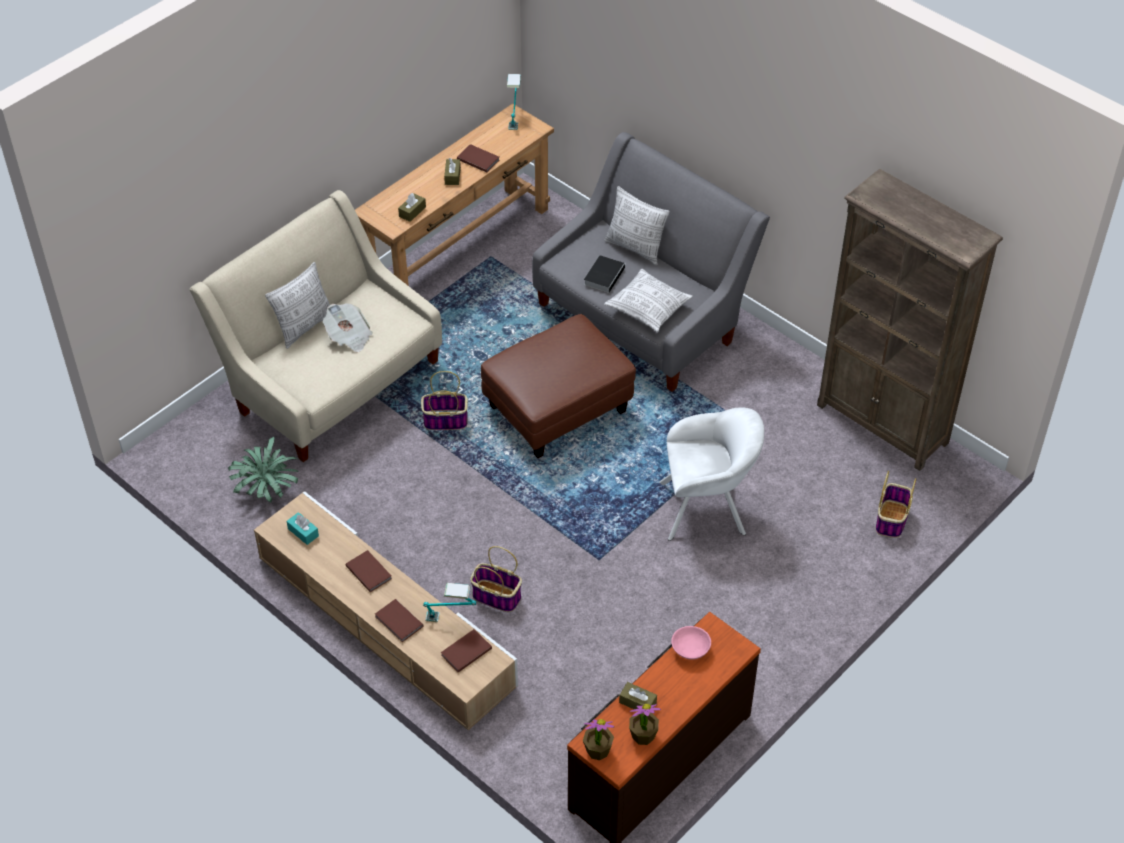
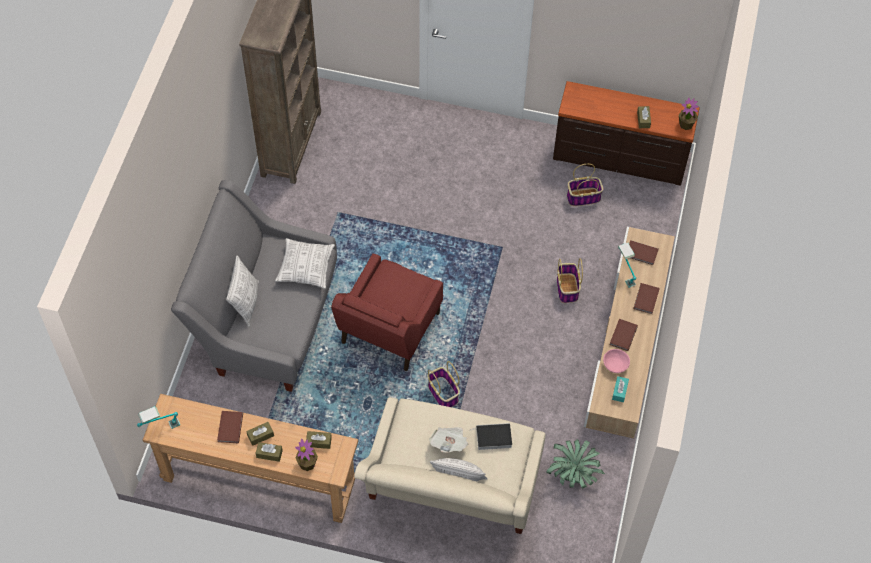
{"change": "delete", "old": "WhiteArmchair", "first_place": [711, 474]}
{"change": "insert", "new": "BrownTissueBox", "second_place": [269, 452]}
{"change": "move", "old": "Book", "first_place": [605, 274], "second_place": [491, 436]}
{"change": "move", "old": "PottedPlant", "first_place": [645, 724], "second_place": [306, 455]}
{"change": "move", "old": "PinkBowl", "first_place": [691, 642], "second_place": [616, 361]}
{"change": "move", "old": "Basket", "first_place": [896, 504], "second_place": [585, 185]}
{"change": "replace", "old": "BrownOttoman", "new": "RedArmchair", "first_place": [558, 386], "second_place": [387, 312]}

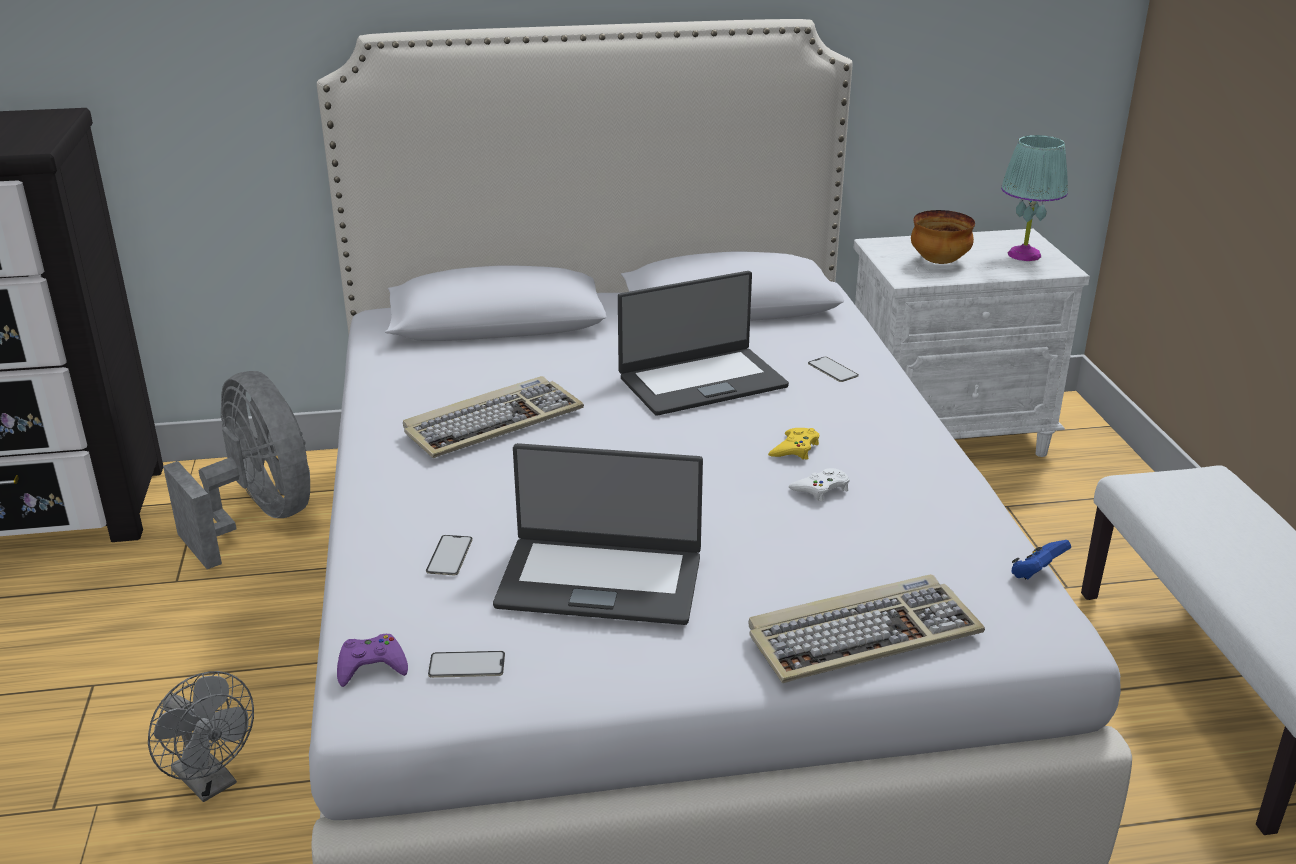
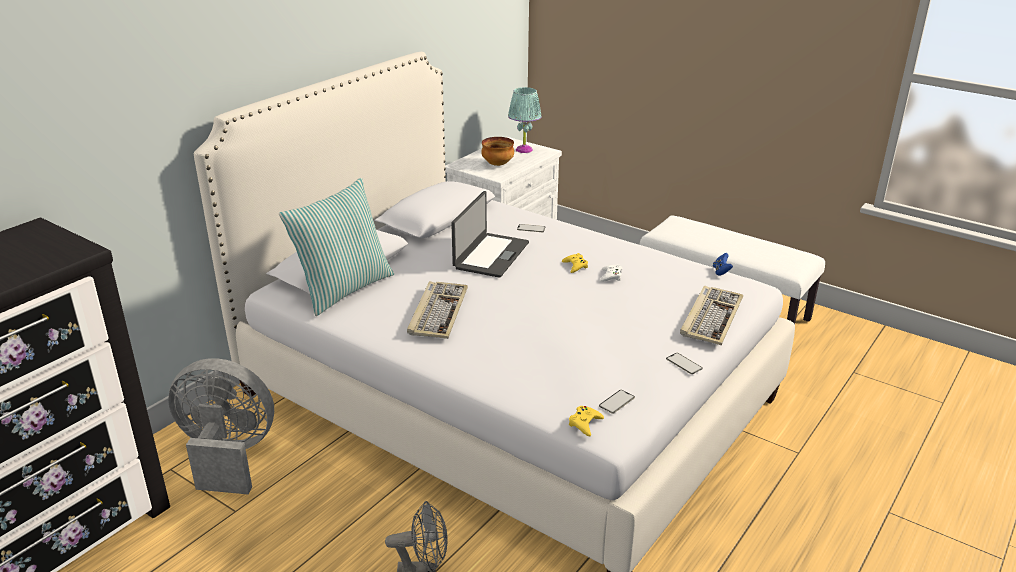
{"change": "delete", "old": "Laptop", "first_place": [598, 534]}
{"change": "insert", "new": "Pillow", "second_place": [336, 247]}
{"change": "move", "old": "Phone", "first_place": [449, 555], "second_place": [684, 363]}
{"change": "recolor", "old": "PurpleGameController", "new": "YellowGameController", "first_place": [372, 660], "second_place": [586, 421]}

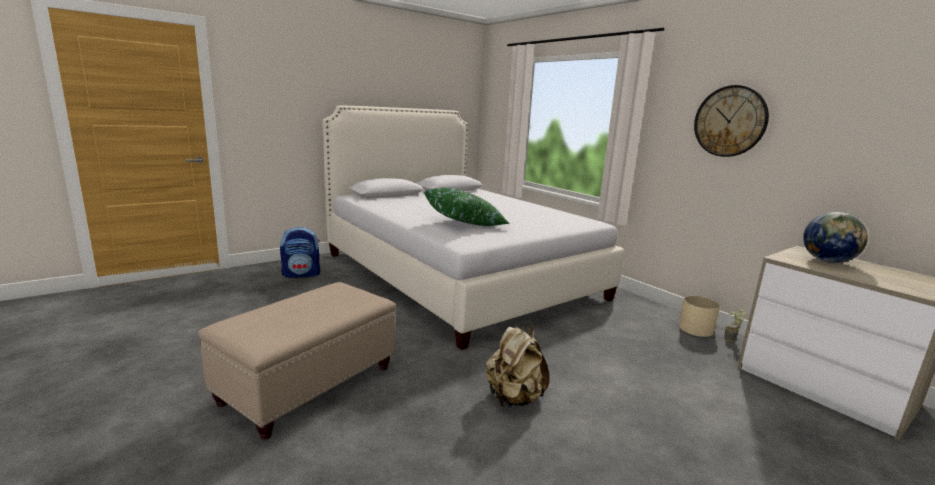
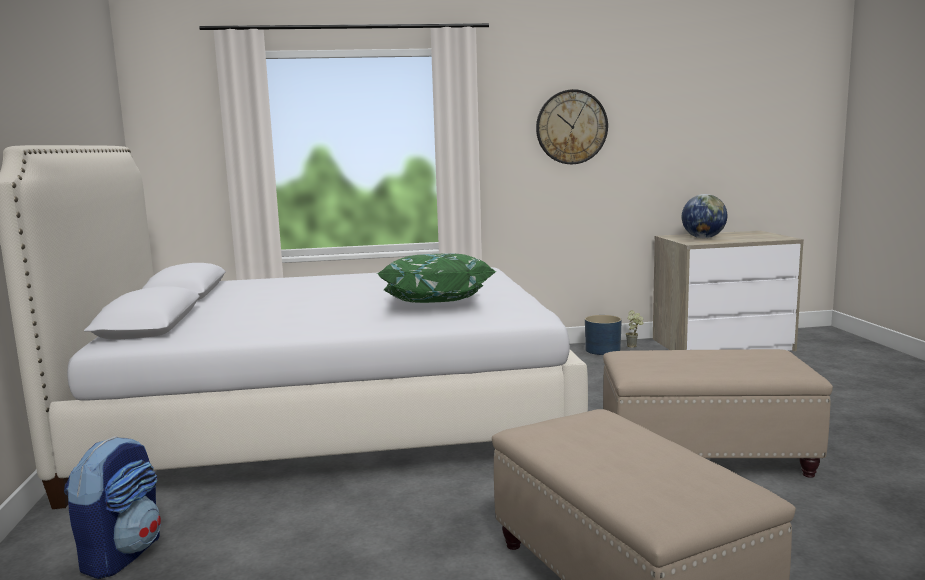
{"change": "replace", "old": "BeigeBackpack", "new": "BeigeOttoman", "first_place": [517, 365], "second_place": [718, 413]}
{"change": "recolor", "old": "BeigePlanter", "new": "BluePlanter", "first_place": [699, 316], "second_place": [603, 335]}

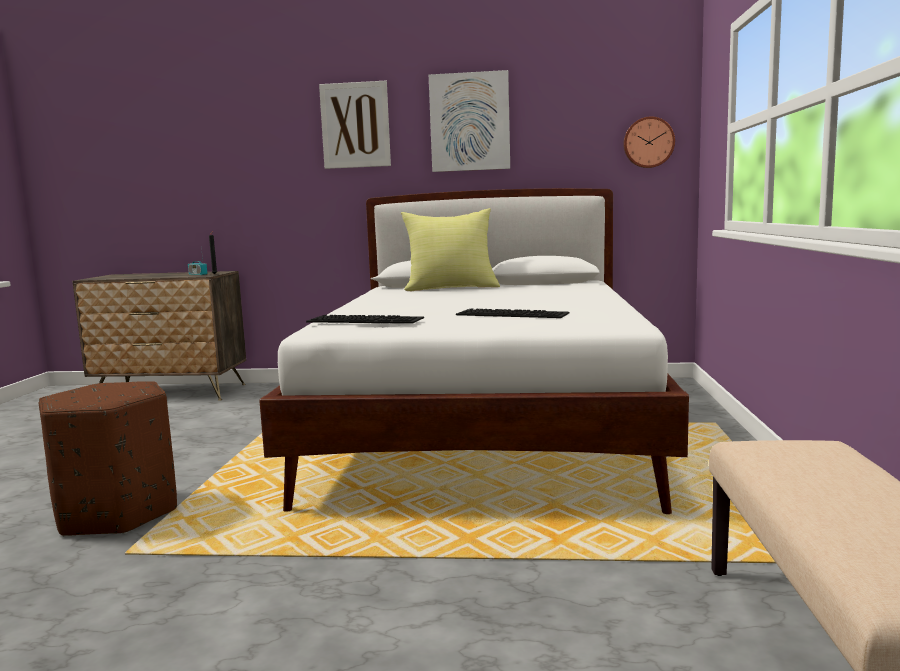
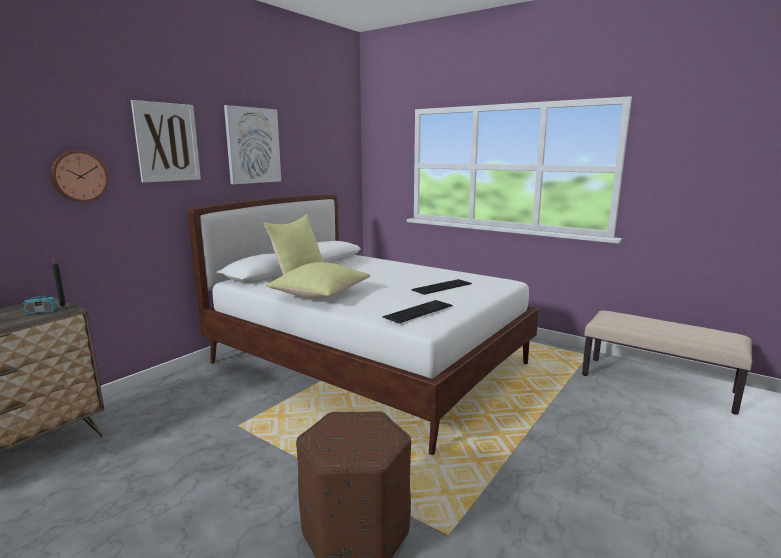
{"change": "insert", "new": "YellowPillow", "second_place": [317, 280]}
{"change": "move", "old": "WallClock", "first_place": [649, 142], "second_place": [79, 176]}

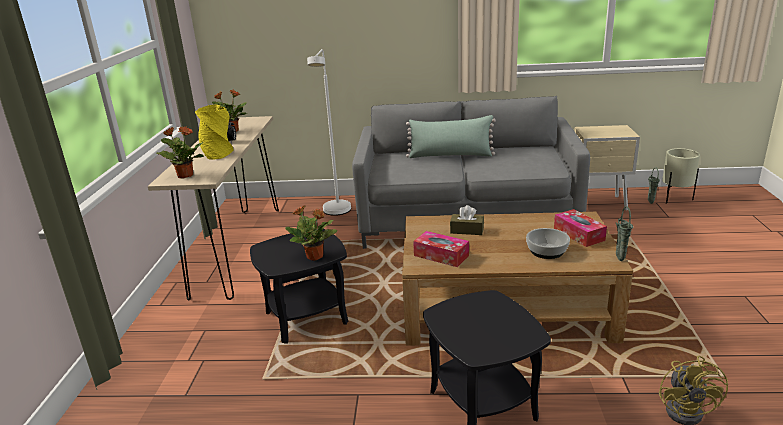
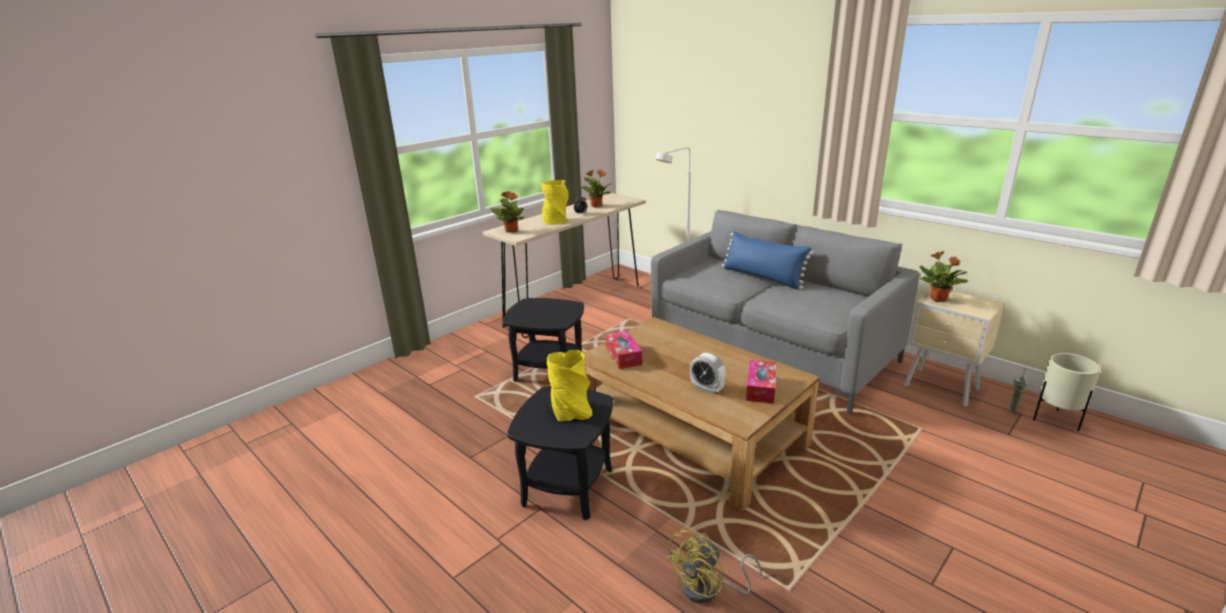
{"change": "delete", "old": "BrownTissueBox", "first_place": [467, 220]}
{"change": "delete", "old": "GreenVase", "first_place": [624, 233]}
{"change": "insert", "new": "YellowVase", "second_place": [569, 385]}
{"change": "move", "old": "PottedPlant", "first_place": [311, 233], "second_place": [943, 276]}
{"change": "replace", "old": "Bowl", "new": "AlarmClock", "first_place": [548, 243], "second_place": [708, 373]}
{"change": "recolor", "old": "GreenPillow", "new": "BluePillow", "first_place": [451, 136], "second_place": [768, 260]}

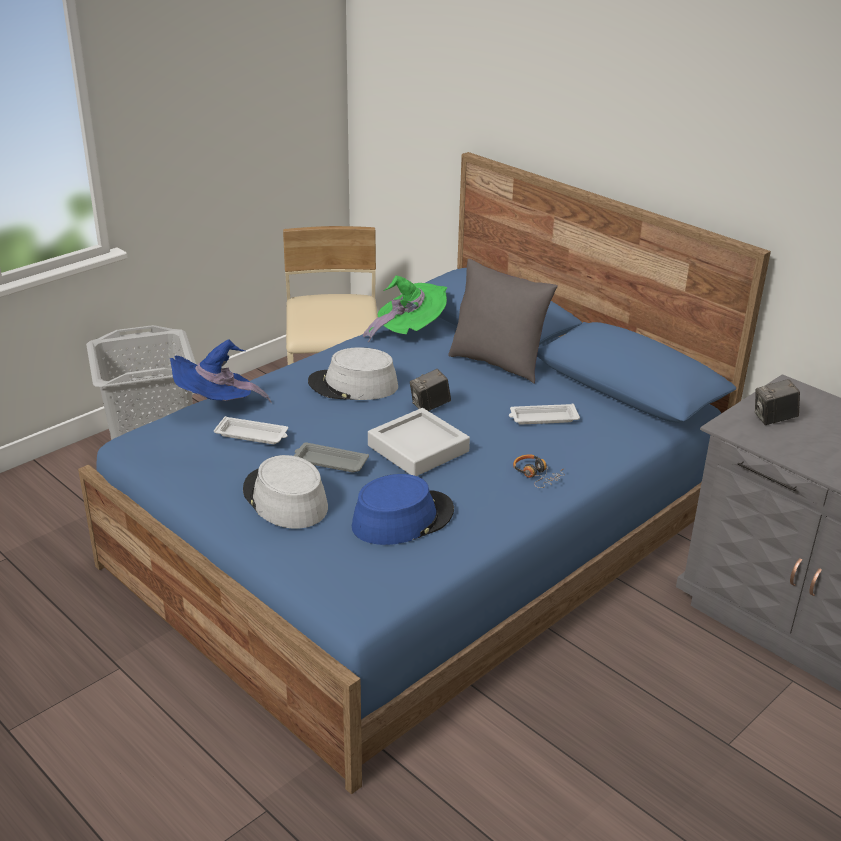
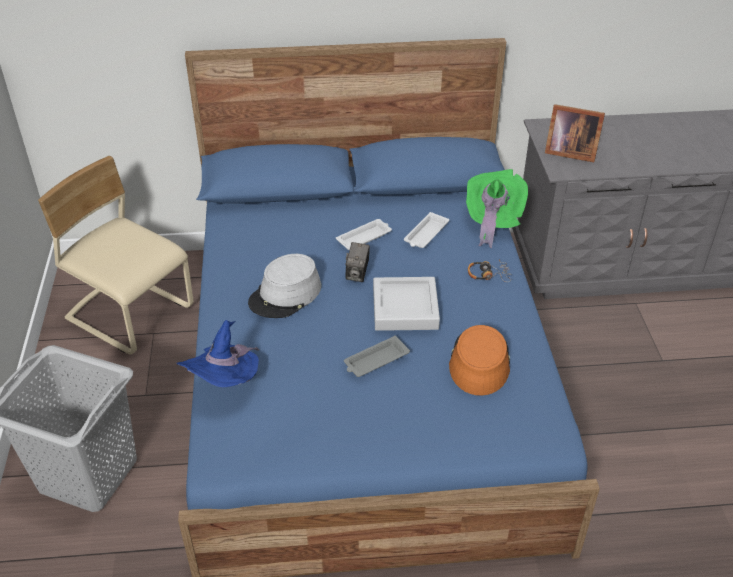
{"change": "delete", "old": "GreyHat", "first_place": [285, 492]}
{"change": "delete", "old": "GreyPillow", "first_place": [503, 321]}
{"change": "move", "old": "WhiteTray", "first_place": [251, 430], "second_place": [364, 234]}
{"change": "move", "old": "GreenHat", "first_place": [405, 309], "second_place": [497, 208]}
{"change": "replace", "old": "PhotoCamera", "new": "PictureFrame", "first_place": [777, 402], "second_place": [575, 133]}
{"change": "recolor", "old": "BlueHat", "new": "OrangeHat", "first_place": [403, 509], "second_place": [479, 360]}

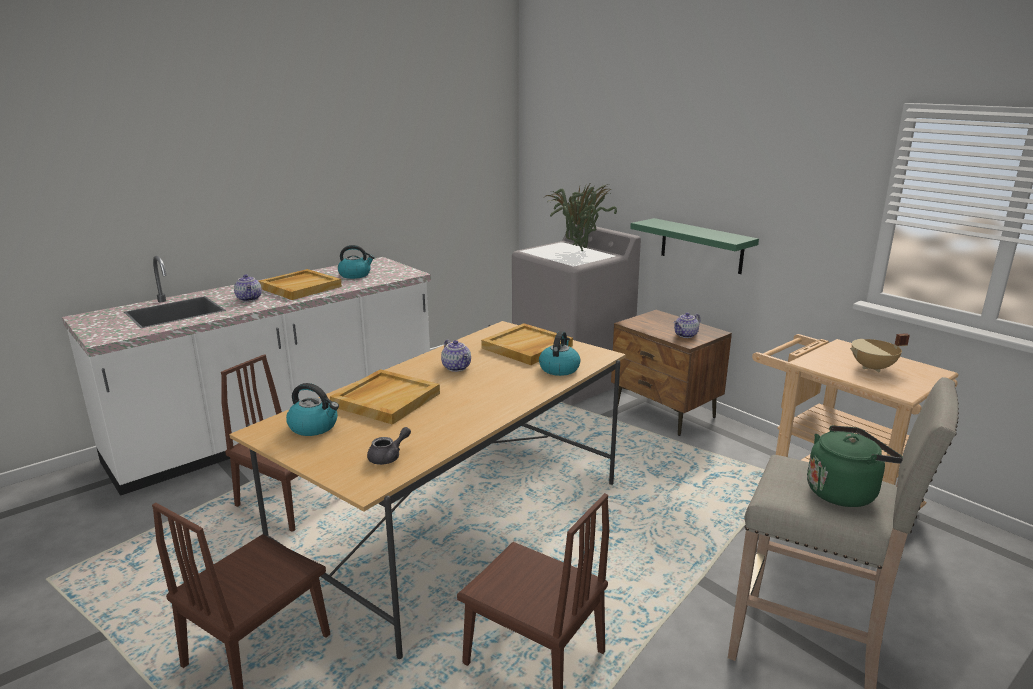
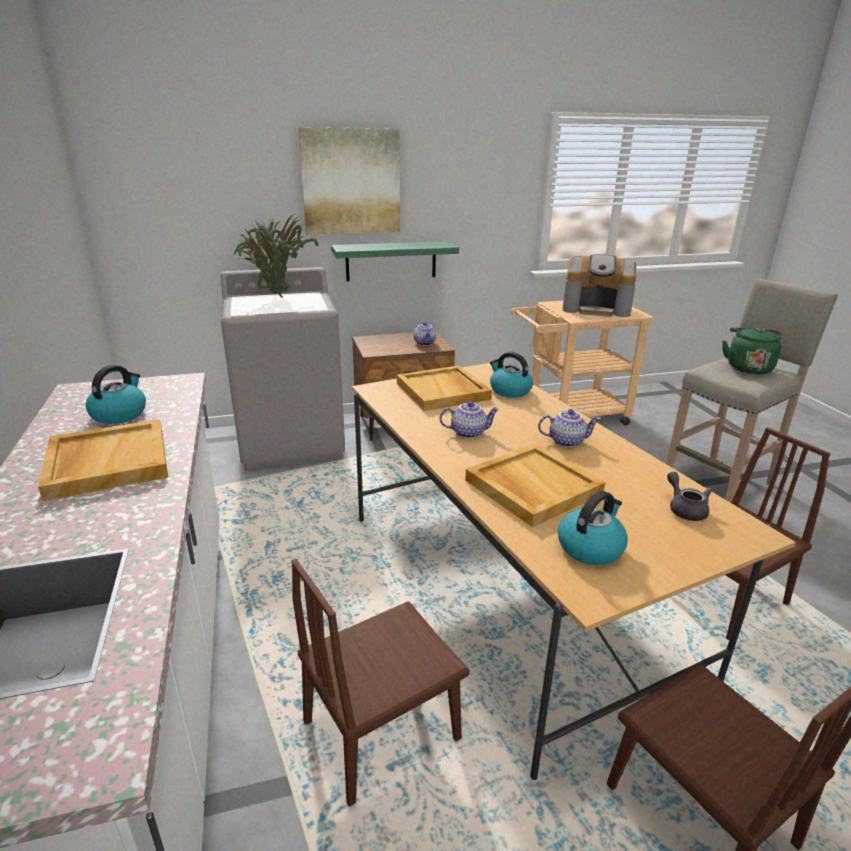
{"change": "insert", "new": "Picture", "second_place": [349, 180]}
{"change": "move", "old": "Teapot", "first_place": [248, 288], "second_place": [569, 428]}
{"change": "replace", "old": "BeigeCookingPot", "new": "CoffeeMachine", "first_place": [880, 352], "second_place": [599, 285]}

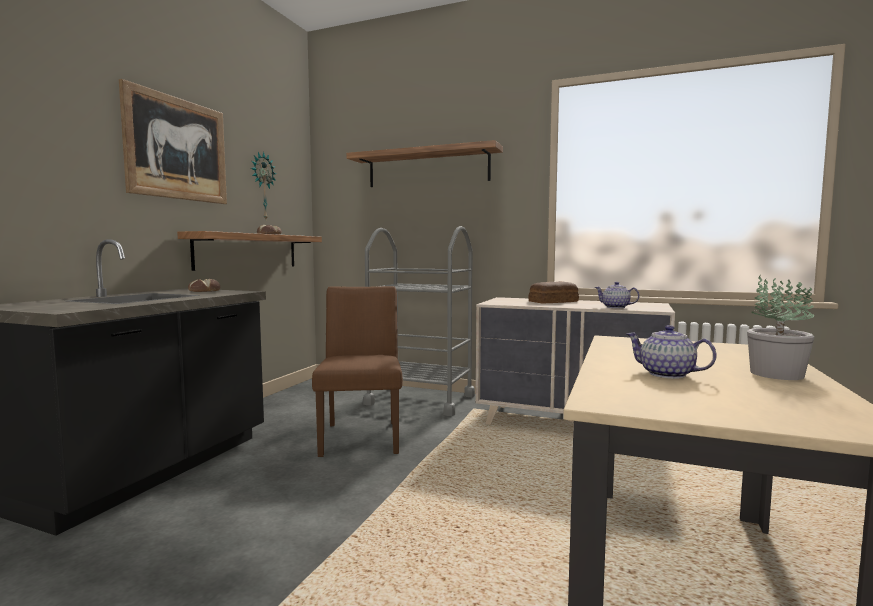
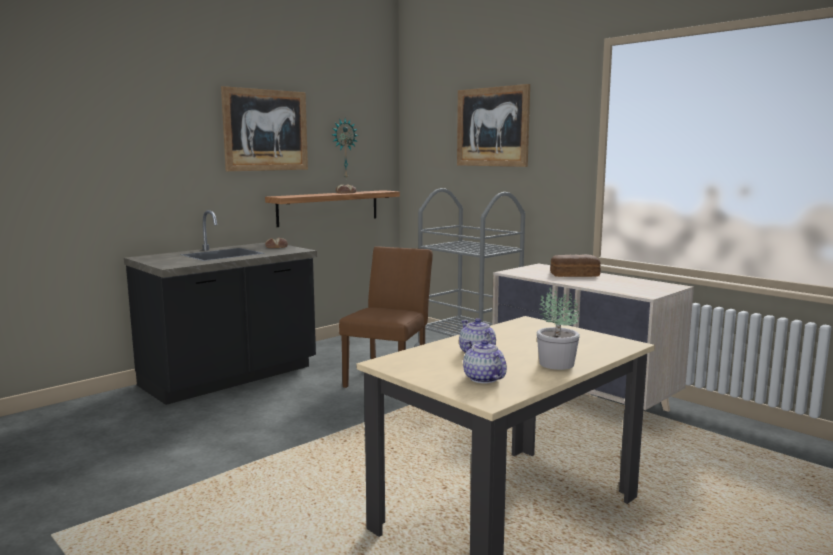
{"change": "move", "old": "Teapot", "first_place": [617, 295], "second_place": [485, 361]}
{"change": "replace", "old": "Shelf", "new": "Picture", "first_place": [425, 163], "second_place": [493, 125]}

